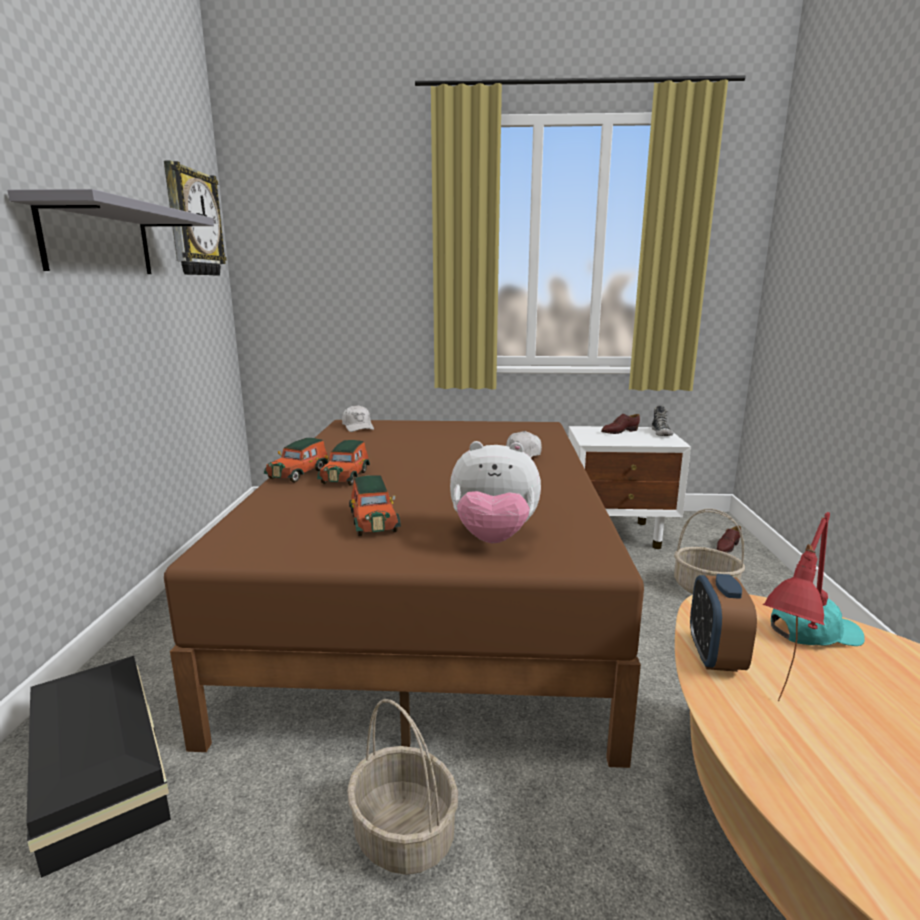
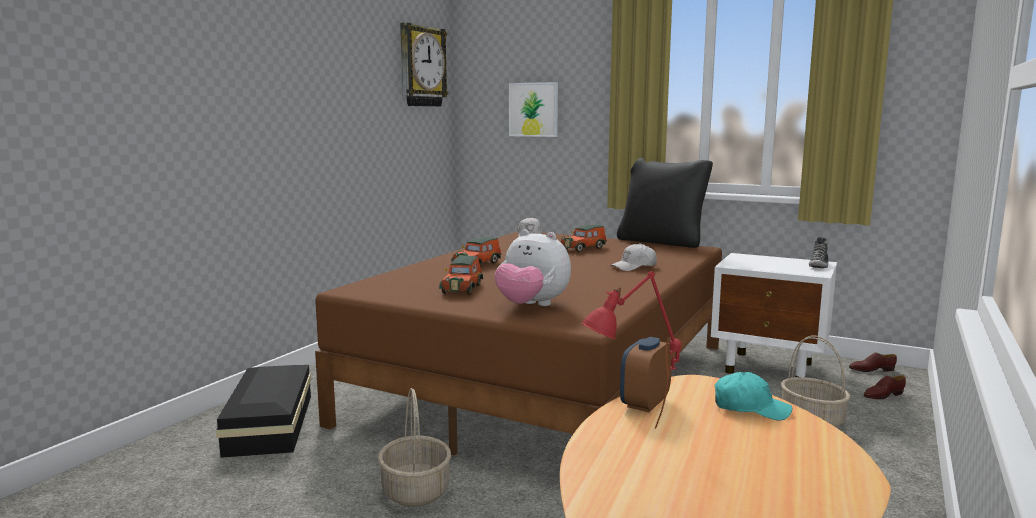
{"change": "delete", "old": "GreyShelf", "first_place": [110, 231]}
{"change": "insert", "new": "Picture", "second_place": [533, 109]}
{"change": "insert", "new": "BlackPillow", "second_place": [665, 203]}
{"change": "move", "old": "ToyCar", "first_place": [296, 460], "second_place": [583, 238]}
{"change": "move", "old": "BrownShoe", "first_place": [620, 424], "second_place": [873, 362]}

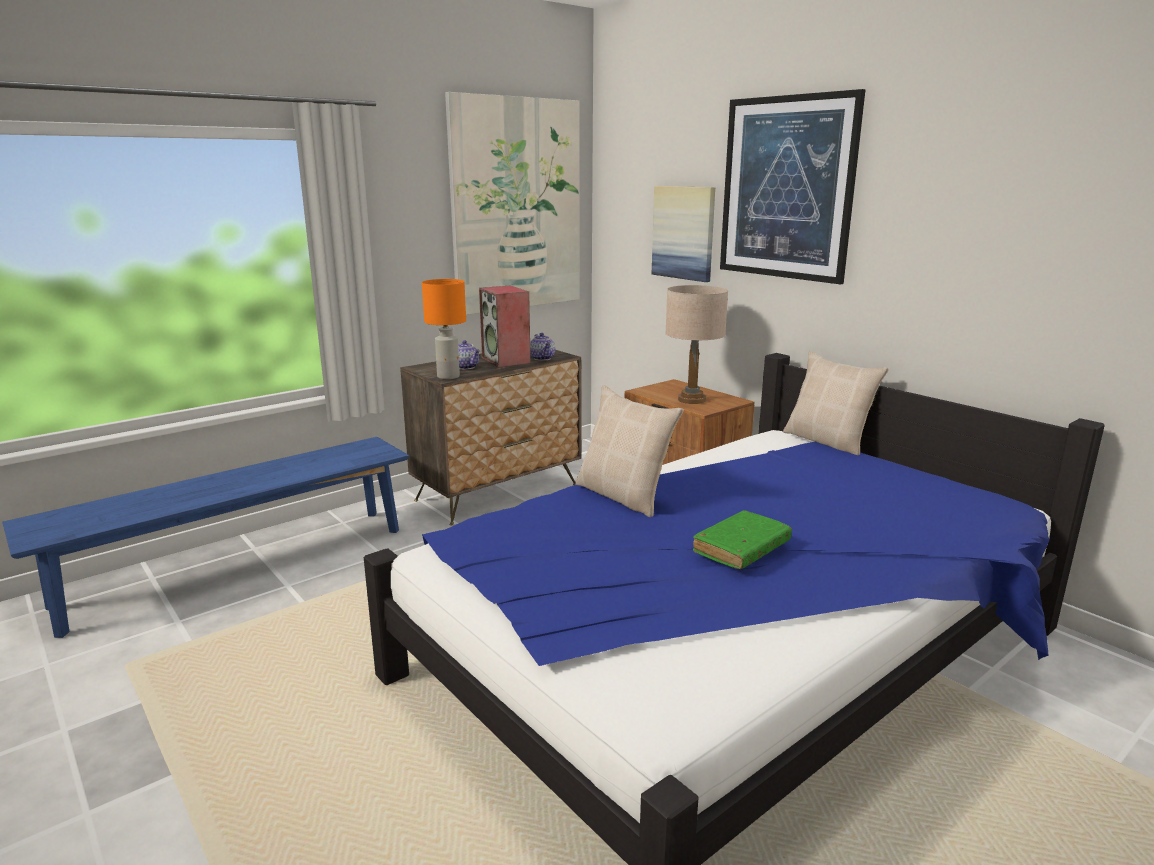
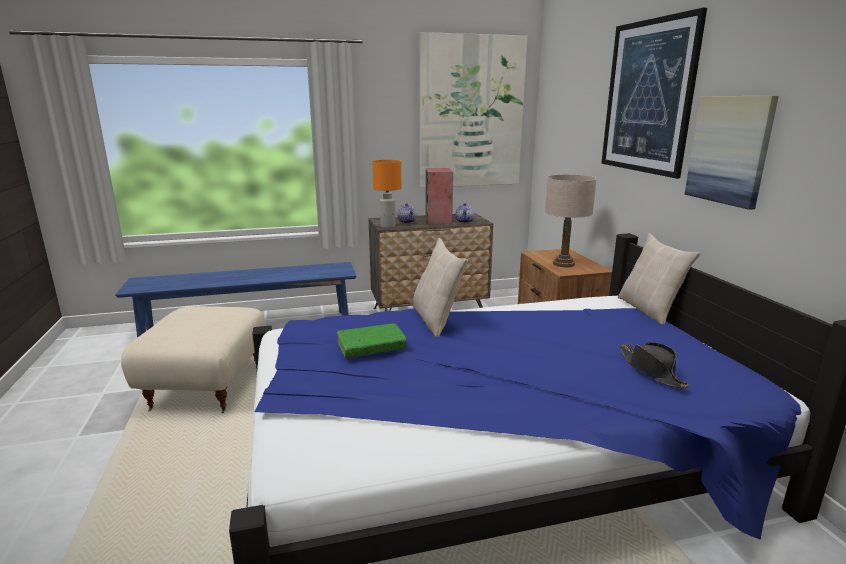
{"change": "insert", "new": "BeigeOttoman", "second_place": [193, 359]}
{"change": "insert", "new": "BlackHat", "second_place": [654, 365]}
{"change": "move", "old": "Picture", "first_place": [683, 234], "second_place": [731, 153]}
{"change": "move", "old": "GreenBook", "first_place": [742, 539], "second_place": [372, 340]}

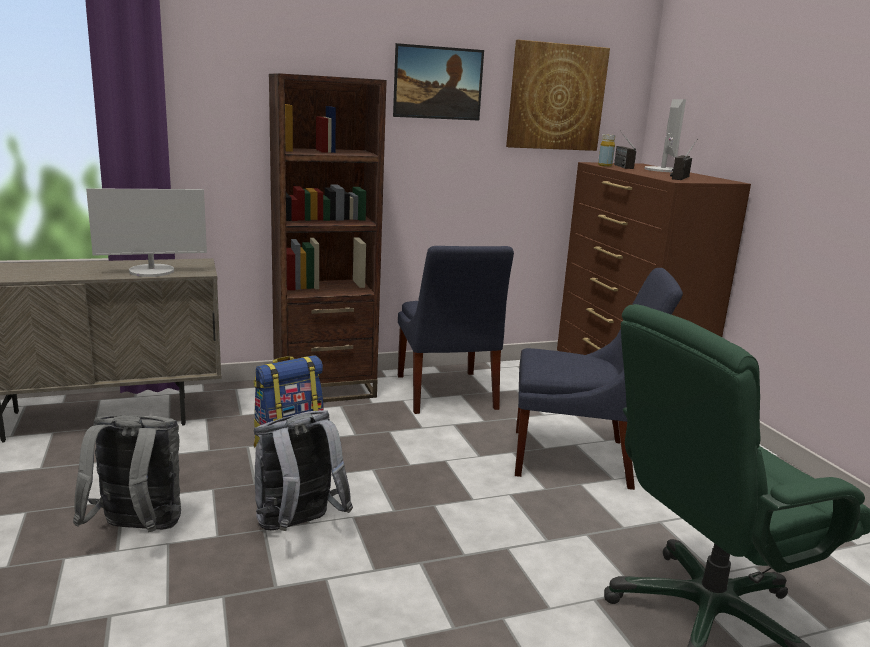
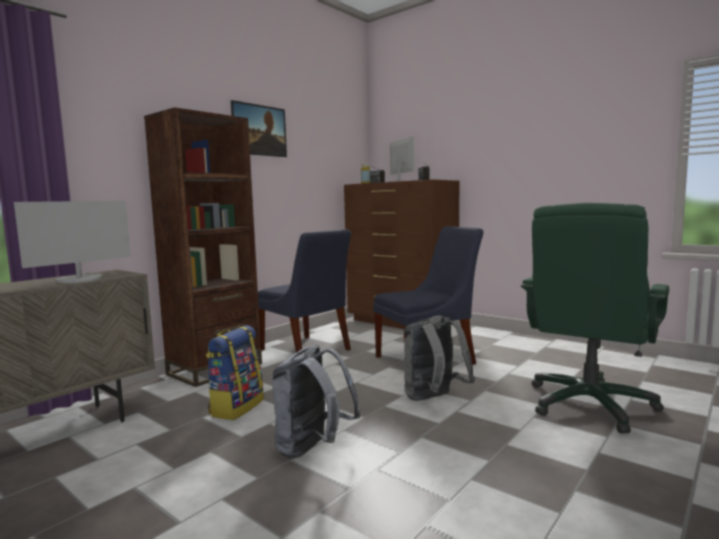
{"change": "delete", "old": "Picture", "first_place": [558, 95]}
{"change": "move", "old": "GreyBackpack", "first_place": [127, 473], "second_place": [439, 358]}

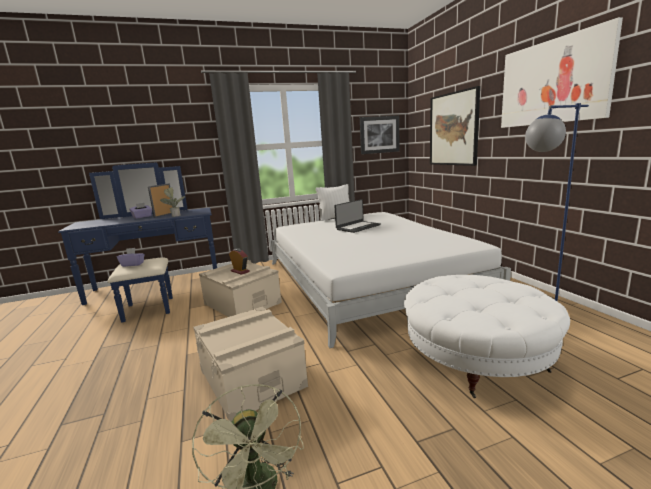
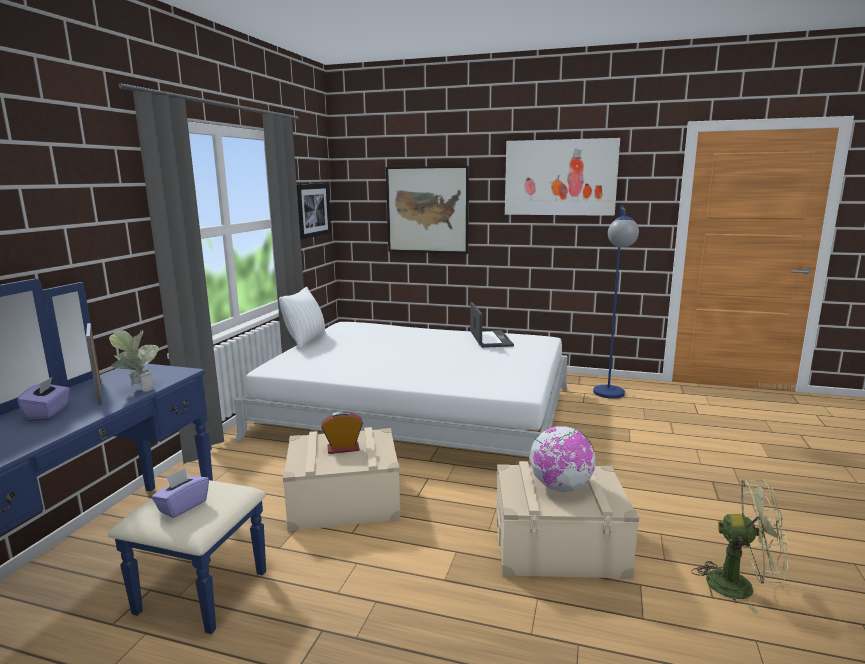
{"change": "delete", "old": "WhiteOttoman", "first_place": [487, 336]}
{"change": "insert", "new": "Globe", "second_place": [562, 459]}
{"change": "move", "old": "Laptop", "first_place": [357, 216], "second_place": [492, 325]}

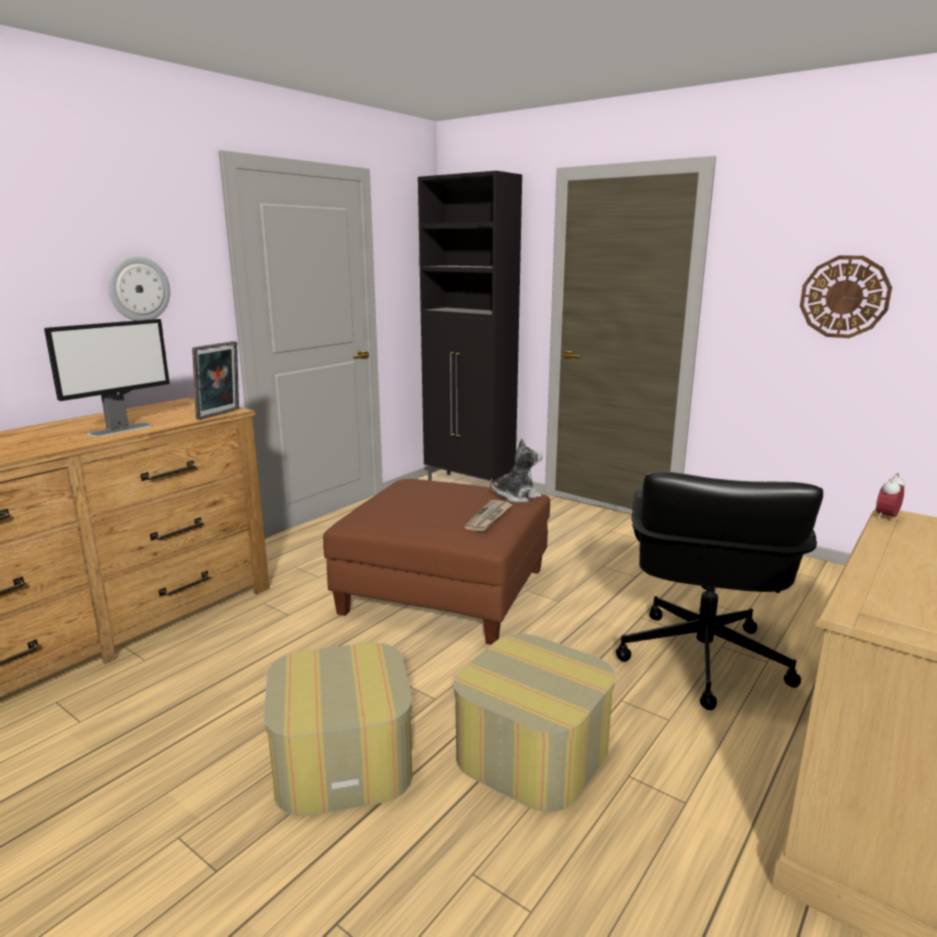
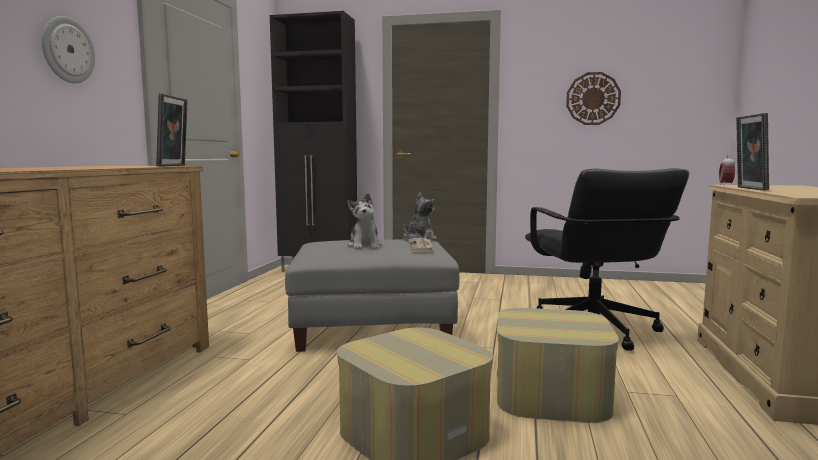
{"change": "delete", "old": "Monitor", "first_place": [107, 378]}
{"change": "insert", "new": "PlushToy", "second_place": [364, 221]}
{"change": "insert", "new": "PictureFrame", "second_place": [752, 152]}
{"change": "recolor", "old": "BrownOttoman", "new": "GreyOttoman", "first_place": [436, 562], "second_place": [372, 296]}

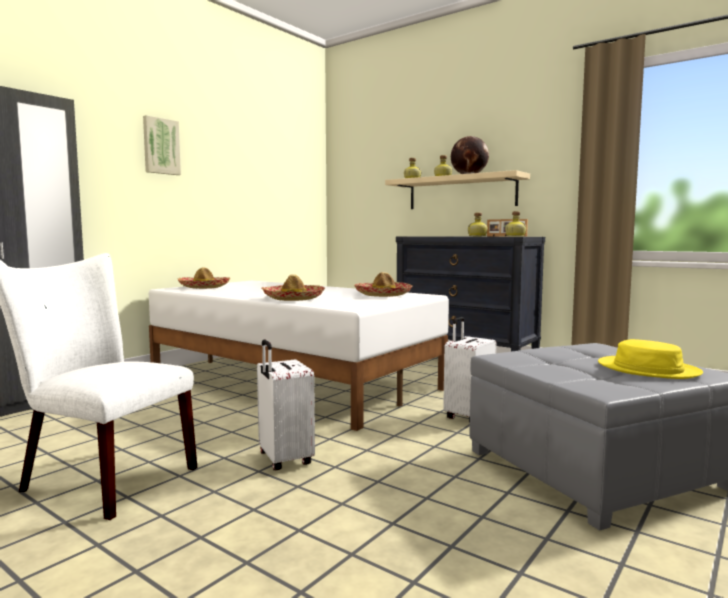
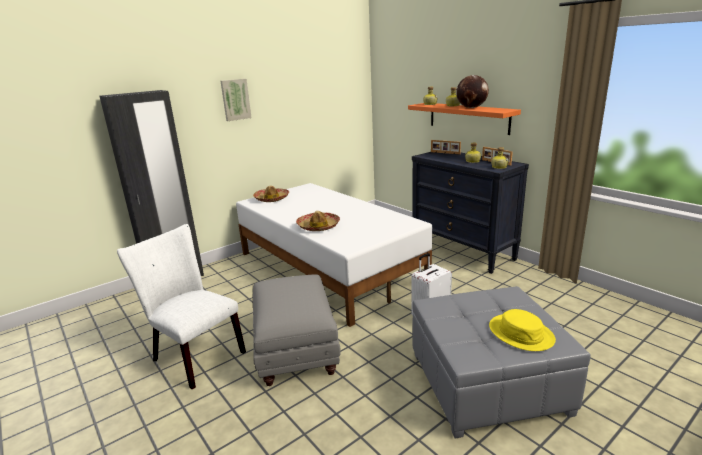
{"change": "delete", "old": "Hat", "first_place": [383, 284]}
{"change": "insert", "new": "PictureFrame", "second_place": [446, 147]}
{"change": "replace", "old": "WhiteSuitcase", "new": "GreyOttoman", "first_place": [286, 404], "second_place": [297, 330]}
{"change": "recolor", "old": "BeigeShelf", "new": "OrangeShelf", "first_place": [457, 189], "second_place": [464, 119]}

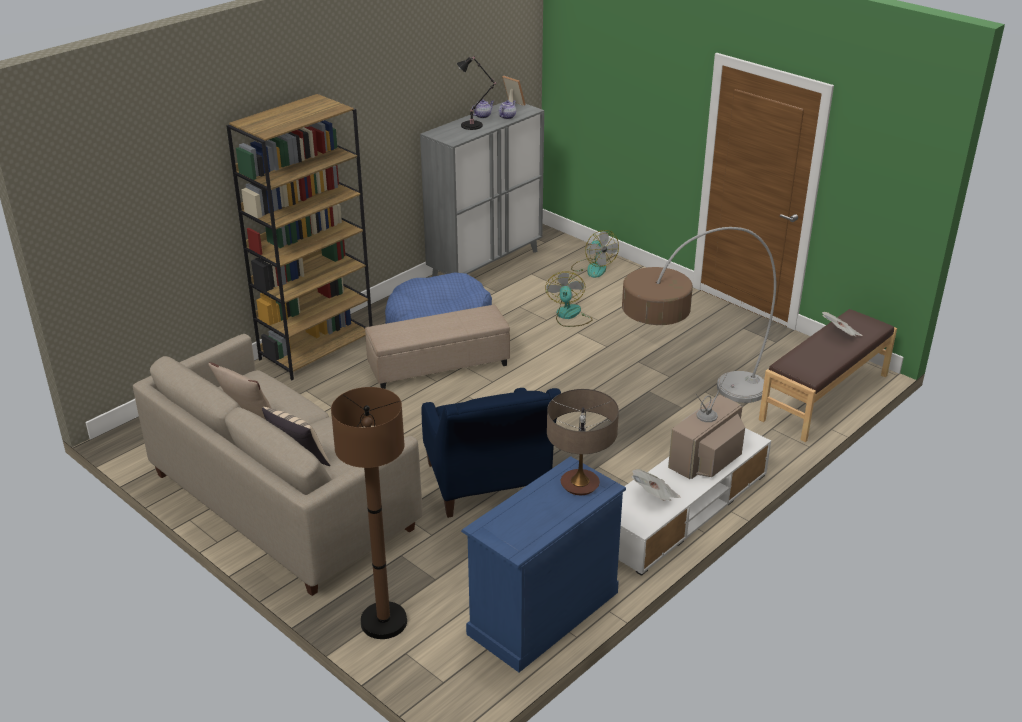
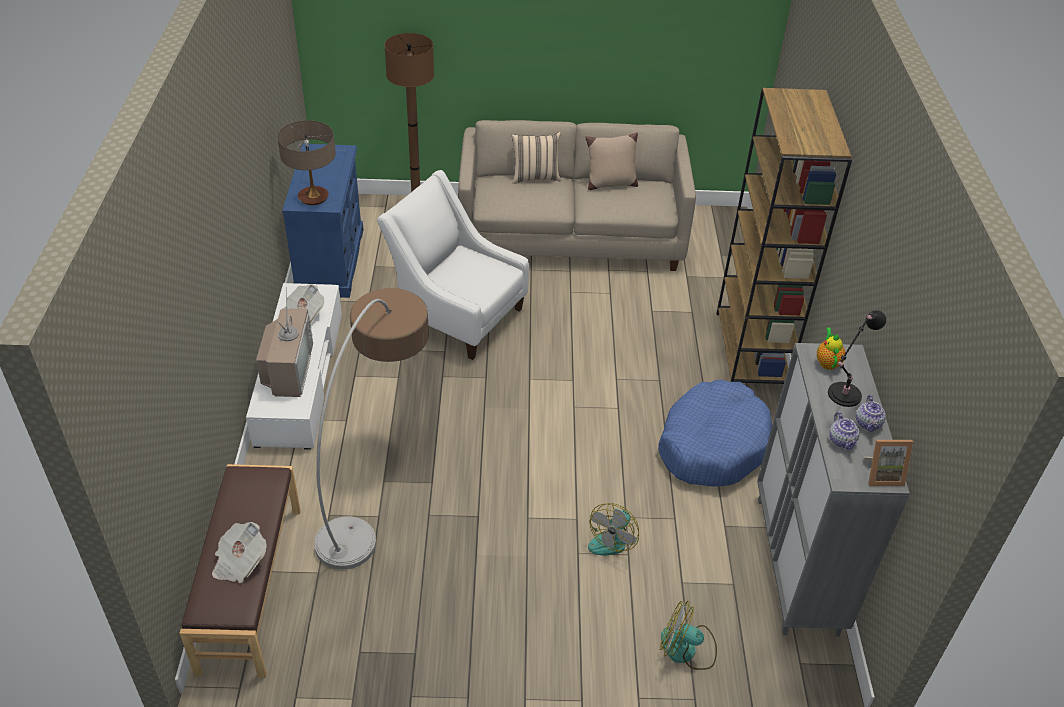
{"change": "delete", "old": "BeigeOttoman", "first_place": [437, 347]}
{"change": "insert", "new": "Teapot", "second_place": [831, 348]}
{"change": "recolor", "old": "BlueArmchair", "new": "WhiteArmchair", "first_place": [491, 453], "second_place": [453, 265]}
{"change": "rotate", "old": "Fan", "first_place": [569, 299], "second_place": [613, 529], "degrees": 75}

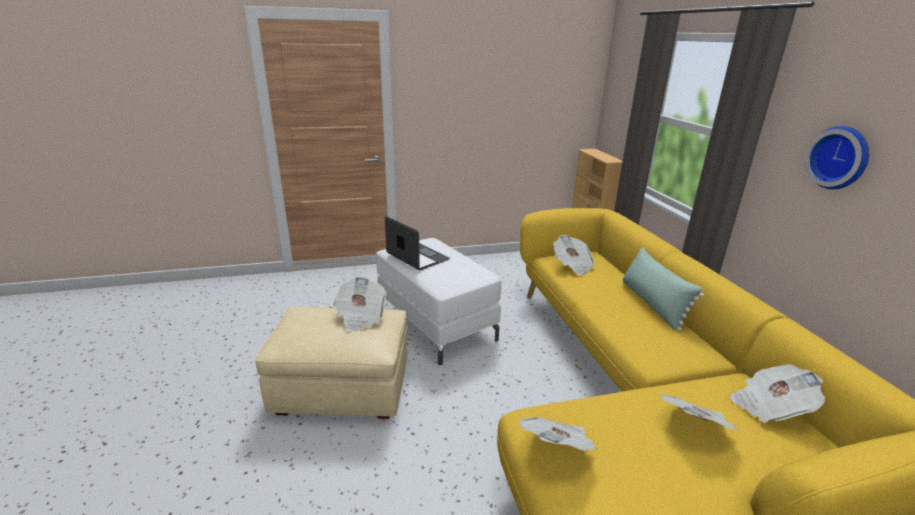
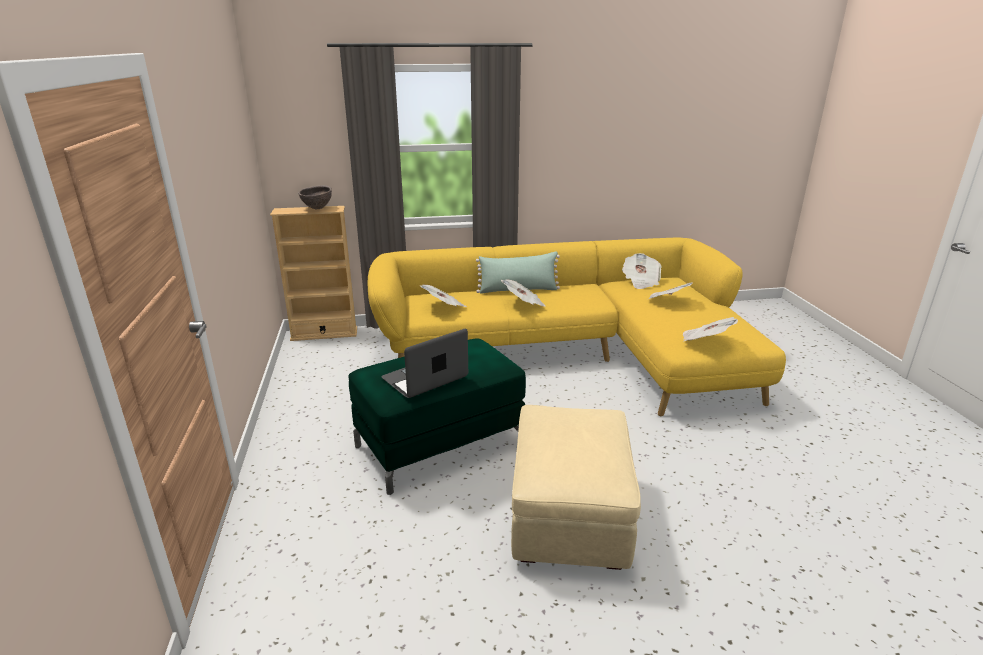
{"change": "delete", "old": "WallClock", "first_place": [837, 157]}
{"change": "insert", "new": "BrownBowl", "second_place": [315, 197]}
{"change": "move", "old": "Newspaper", "first_place": [360, 304], "second_place": [523, 293]}
{"change": "recolor", "old": "WhiteOttoman", "new": "GreenOttoman", "first_place": [438, 301], "second_place": [437, 416]}

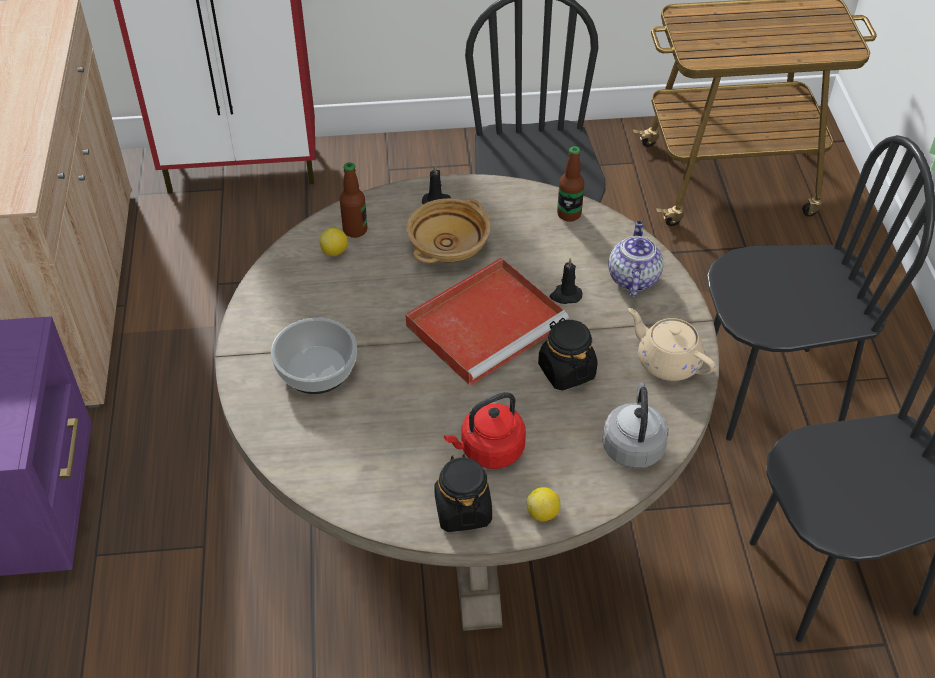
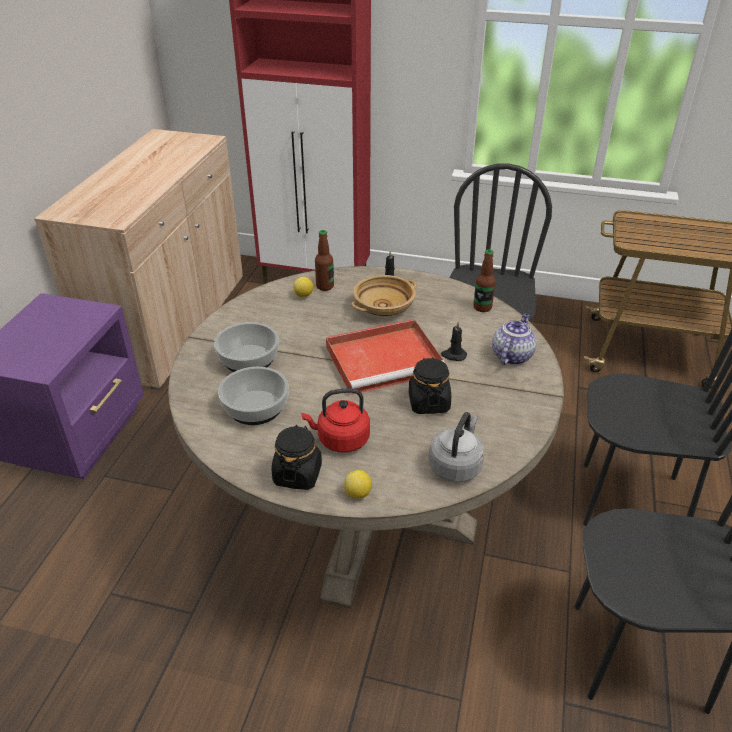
{"change": "delete", "old": "BeigeTeapot", "first_place": [672, 344]}
{"change": "insert", "new": "Bowl", "second_place": [253, 396]}

